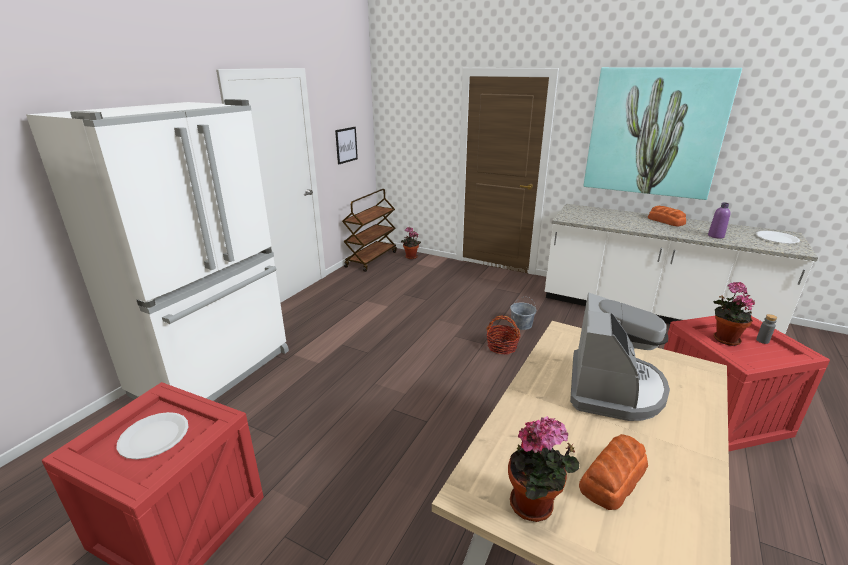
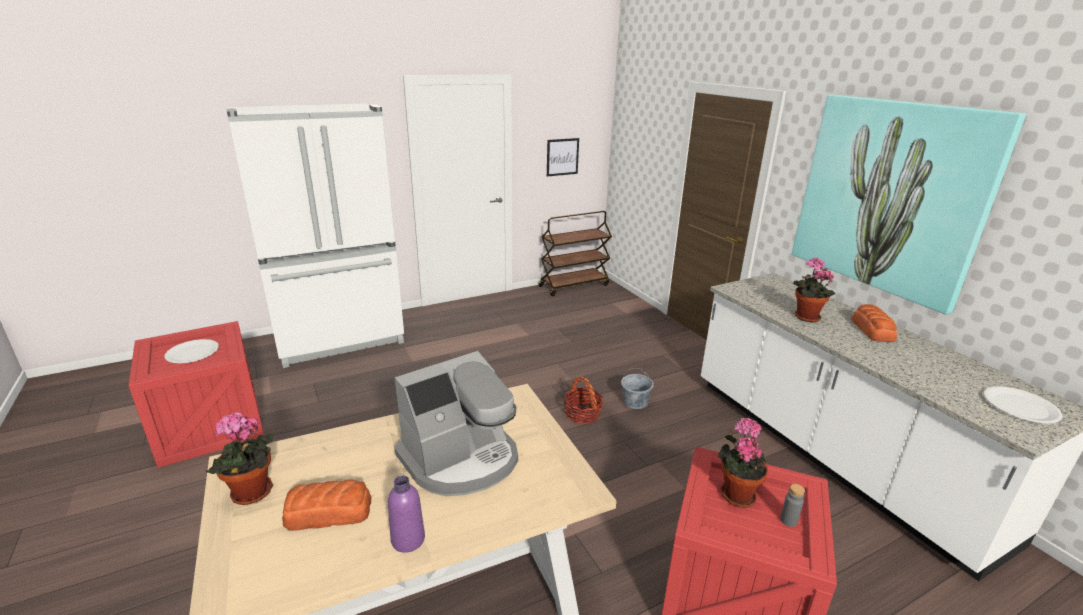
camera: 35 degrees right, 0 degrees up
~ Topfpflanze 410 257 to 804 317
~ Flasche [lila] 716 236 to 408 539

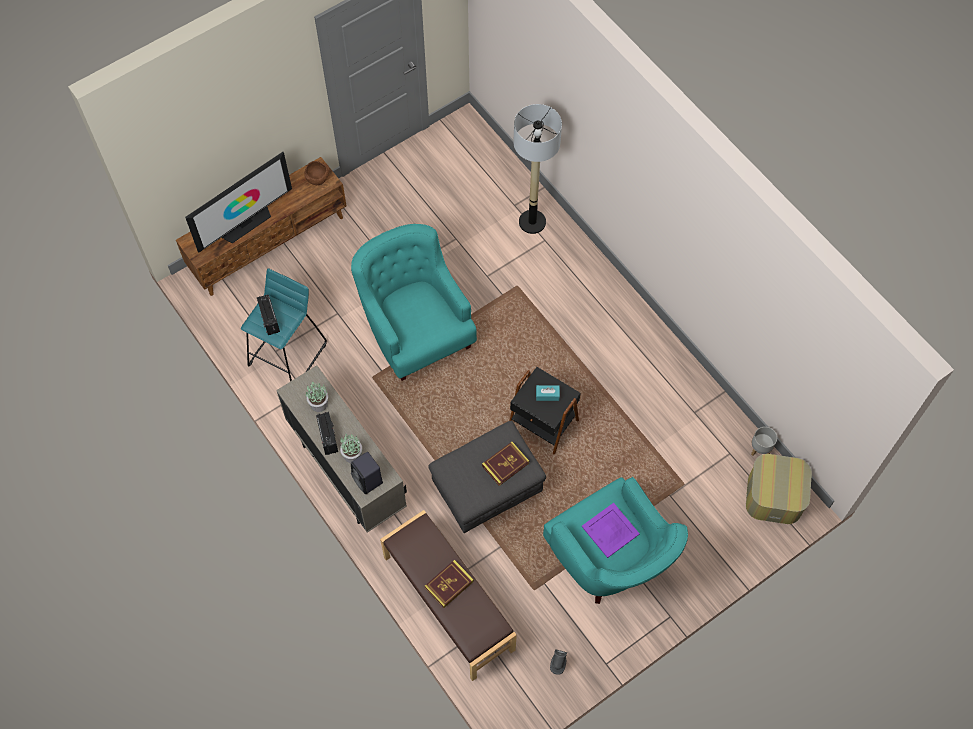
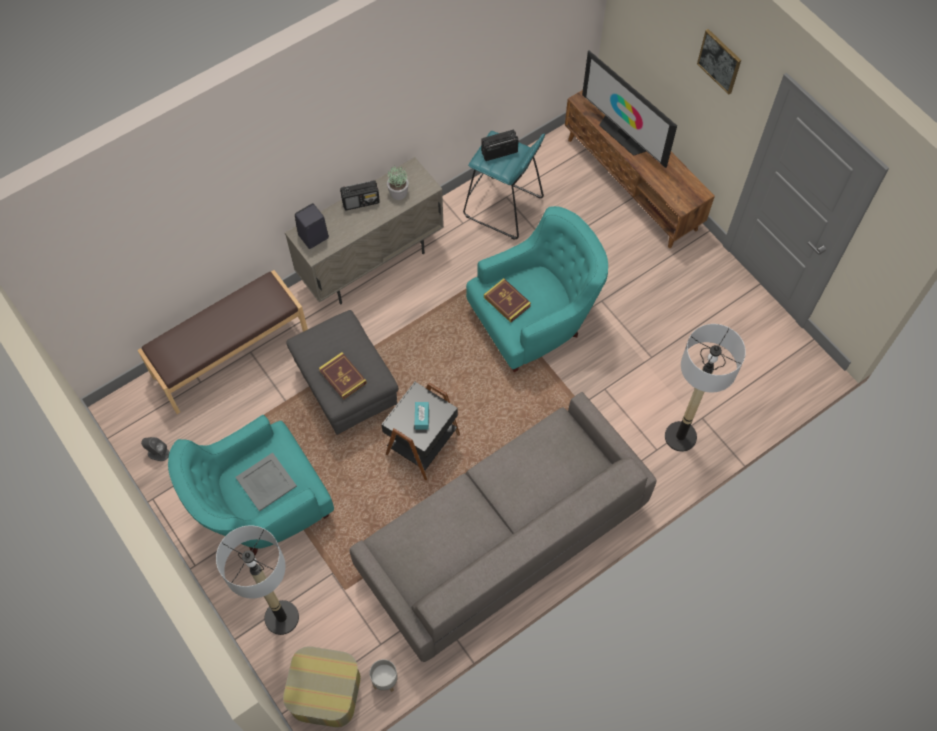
camera: 90 degrees right, 0 degrees up
- Schüssel [braun] 318 179
- Topfpflanze 352 455
~ Buch 449 584 to 507 301
~ Tablett [lila] 610 531 to Tablett [grau] 265 482
+ Stehlampe 281 618
+ Sofa [grau] 500 538
+ Bild 719 61

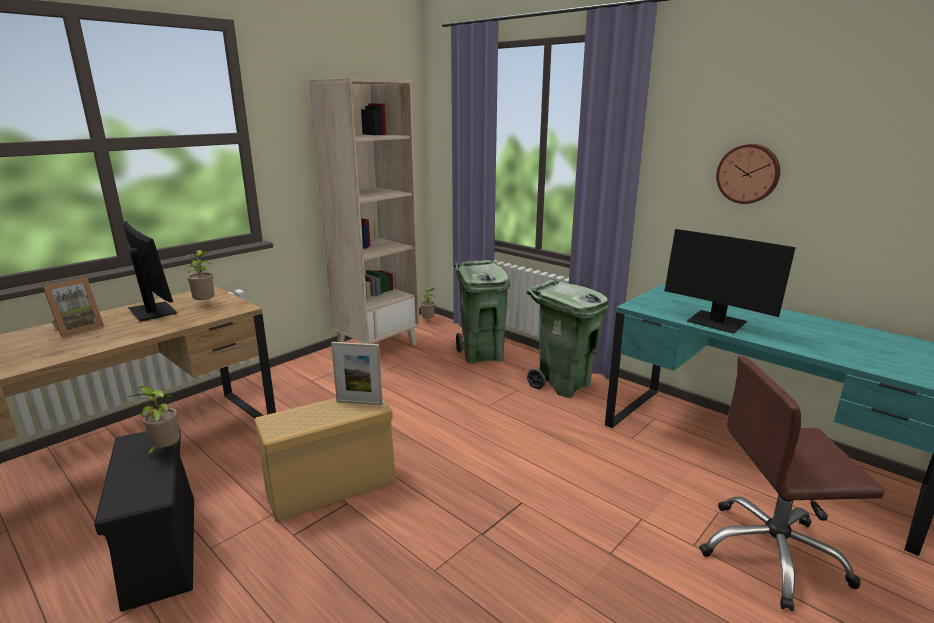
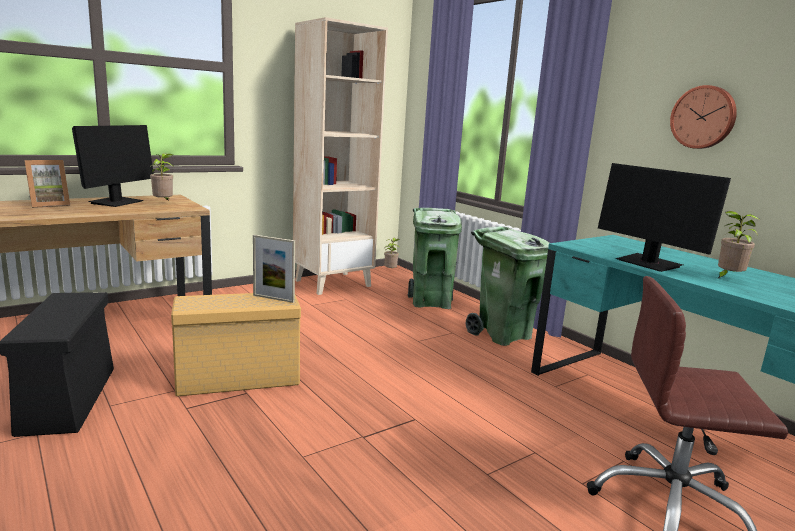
camera: 10 degrees right, 5 degrees down
~ Monitor 153 312 = 116 202 45 degrees clockwise
~ Topfpflanze 165 451 to 727 278

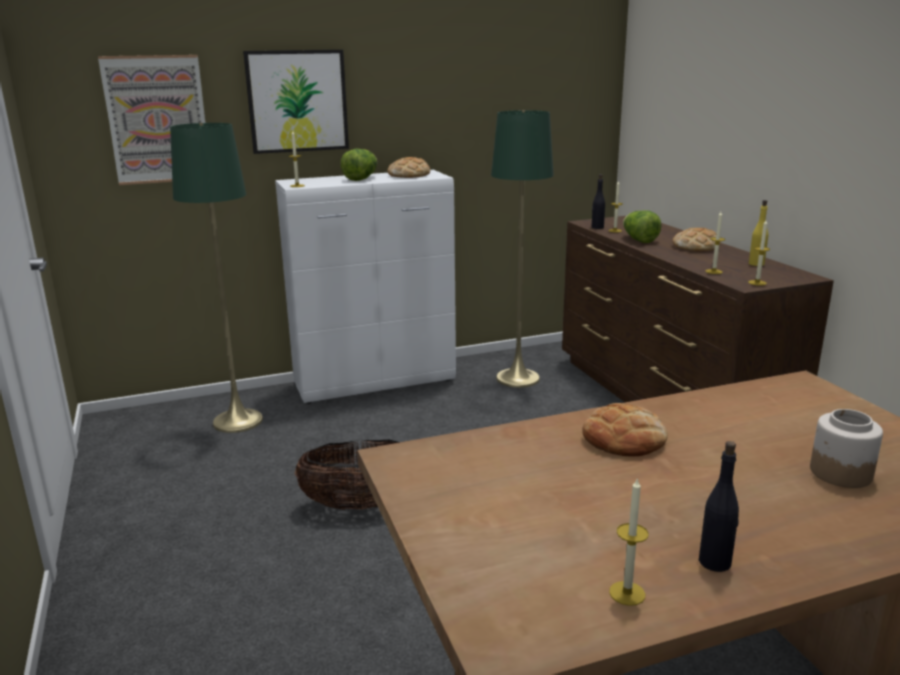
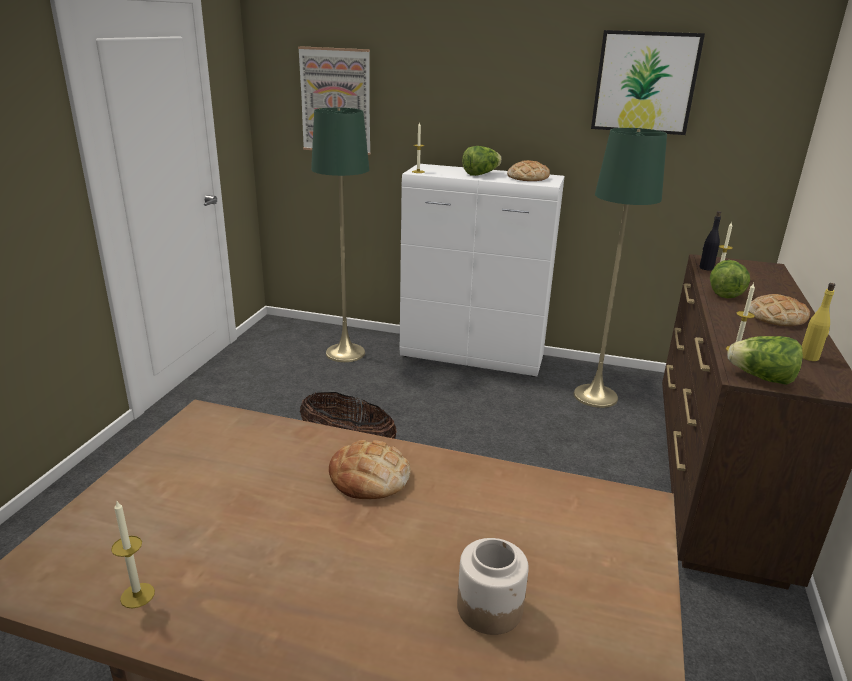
camera: 35 degrees right, 5 degrees up
~ Bild 297 101 to 645 82
- Flasche [schwarz] 715 562
~ Kerze 757 283 to Salatkopf 761 378

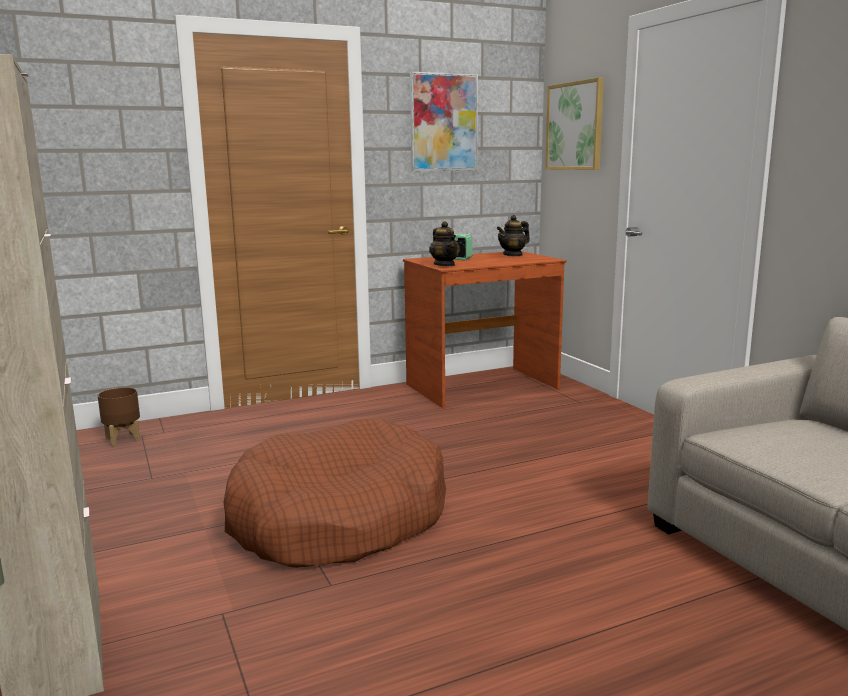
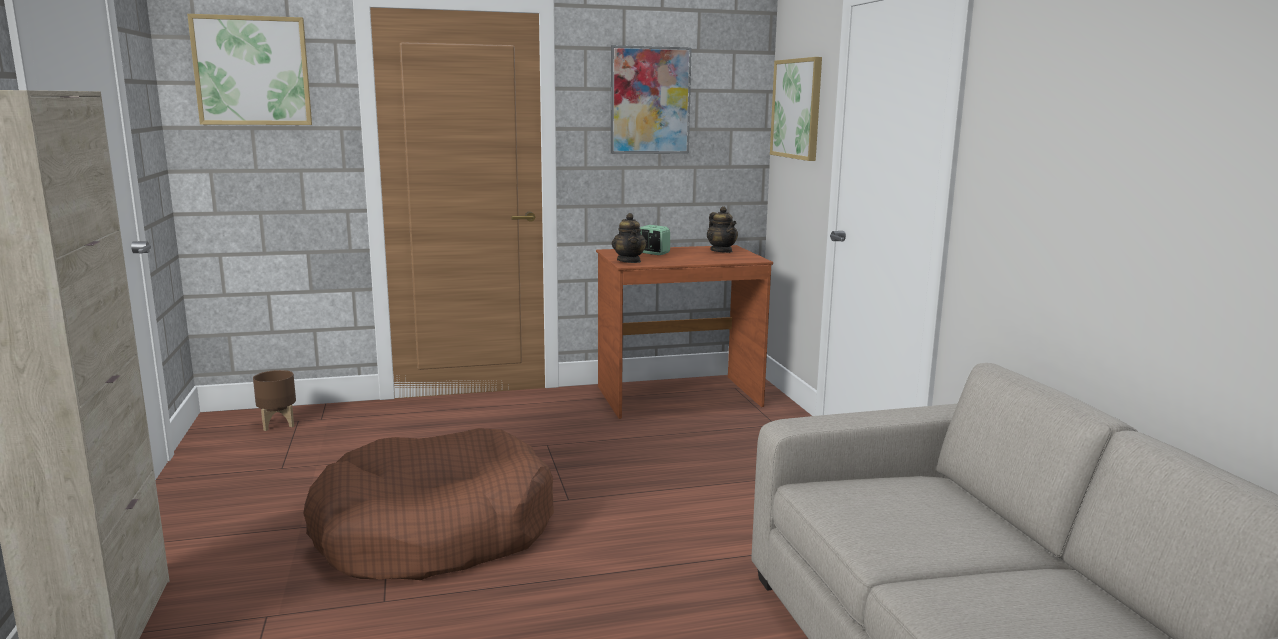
camera: 10 degrees right, 0 degrees up
~ Teekanne 513 255 = 721 251 90 degrees counterclockwise
+ Bild 252 71

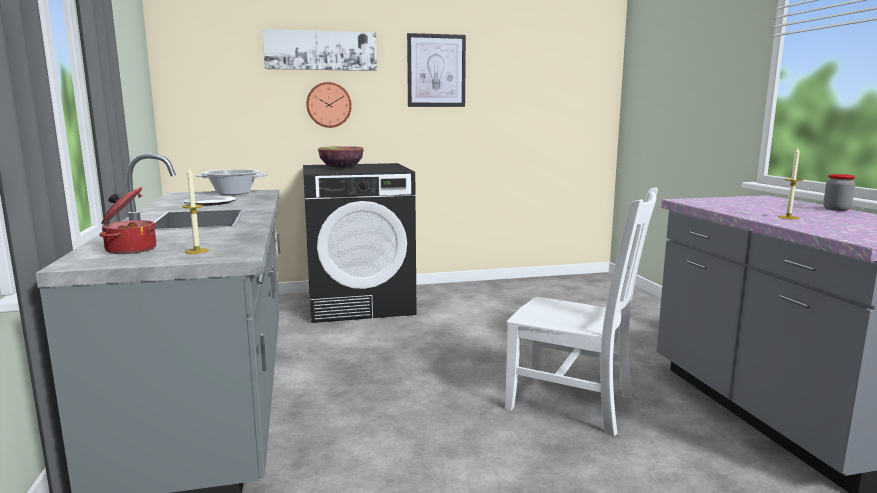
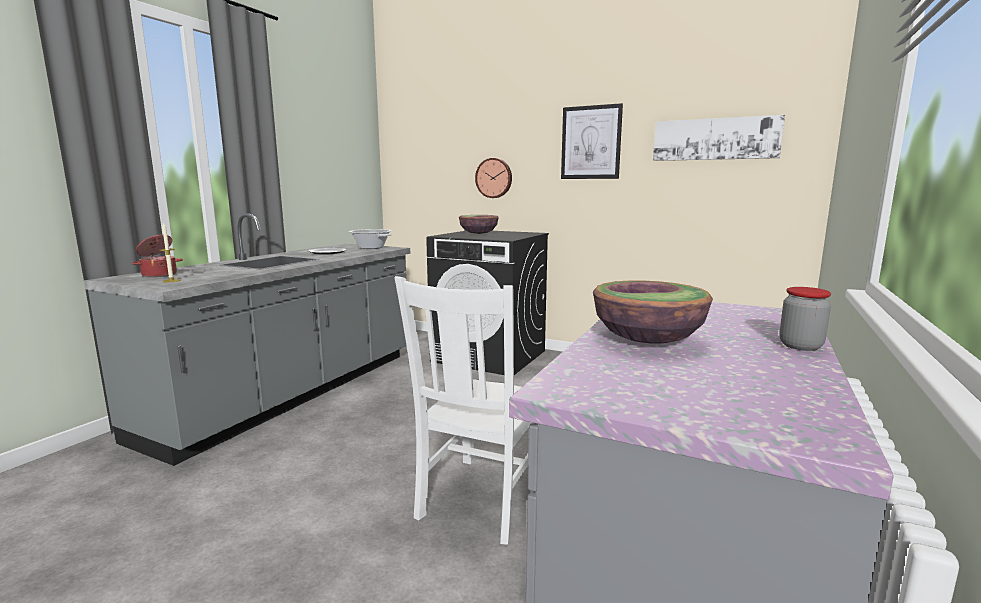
camera: 40 degrees right, 0 degrees up
~ Bild 321 50 to 715 139
~ Stuhl [weiß] 574 403 = 481 499 45 degrees clockwise
~ Kerze 788 217 to Schüssel 648 340

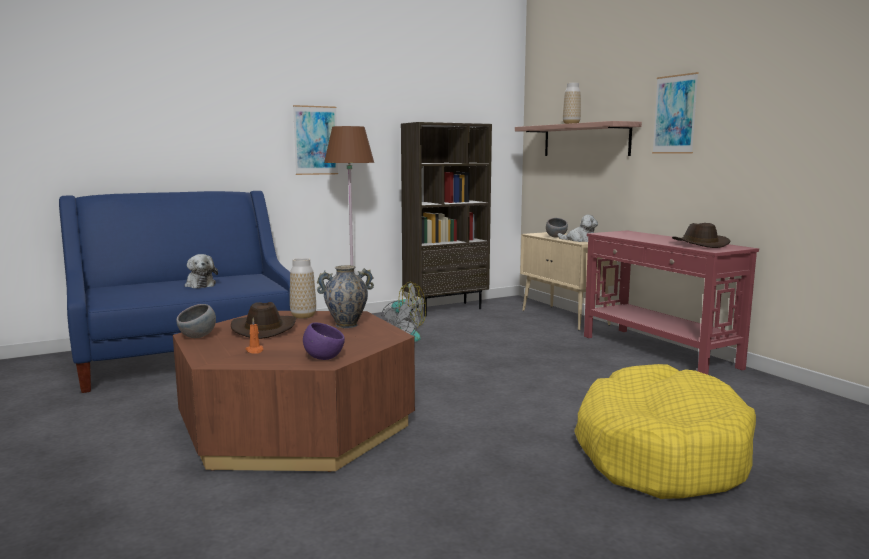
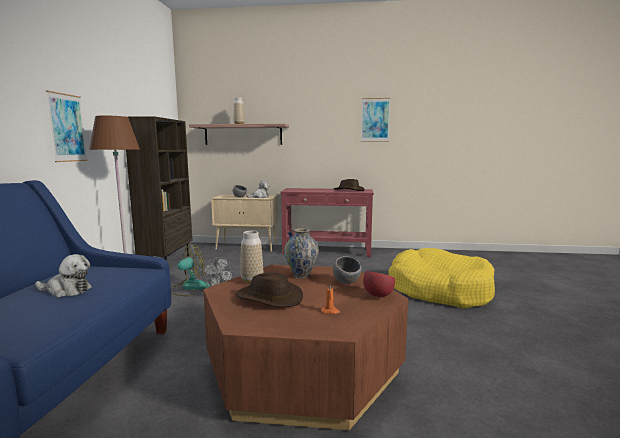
camera: 55 degrees left, 0 degrees up
~ Schüssel [grau] 198 337 to 346 282
~ Schüssel [lila] 323 358 to Schüssel [rot] 378 295
~ Bild 675 114 to 375 120

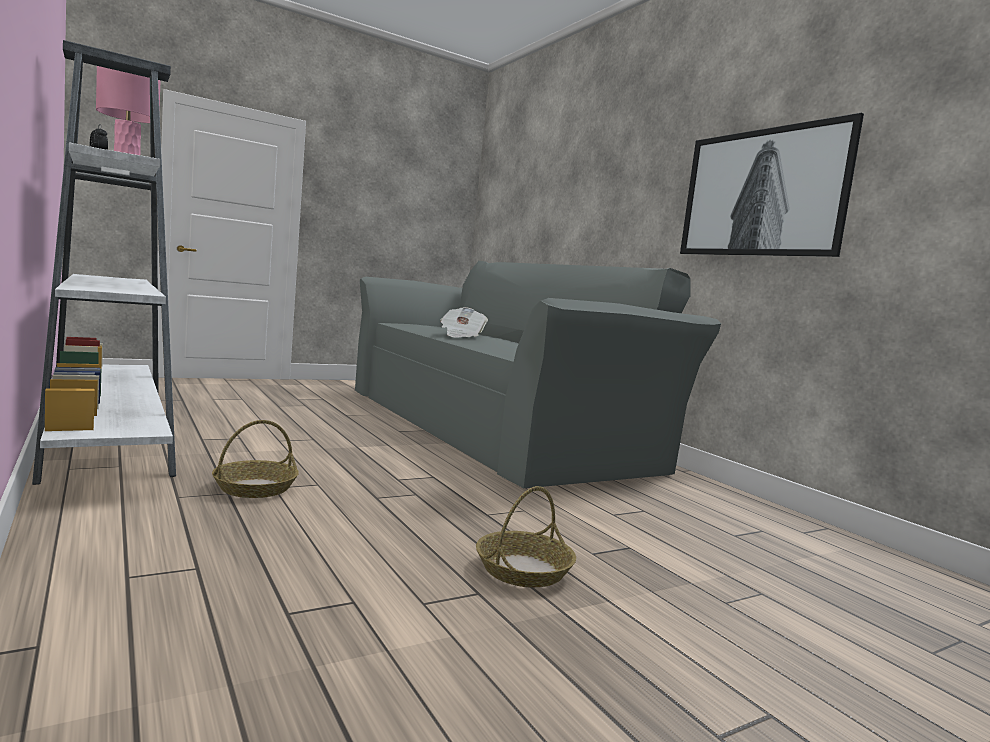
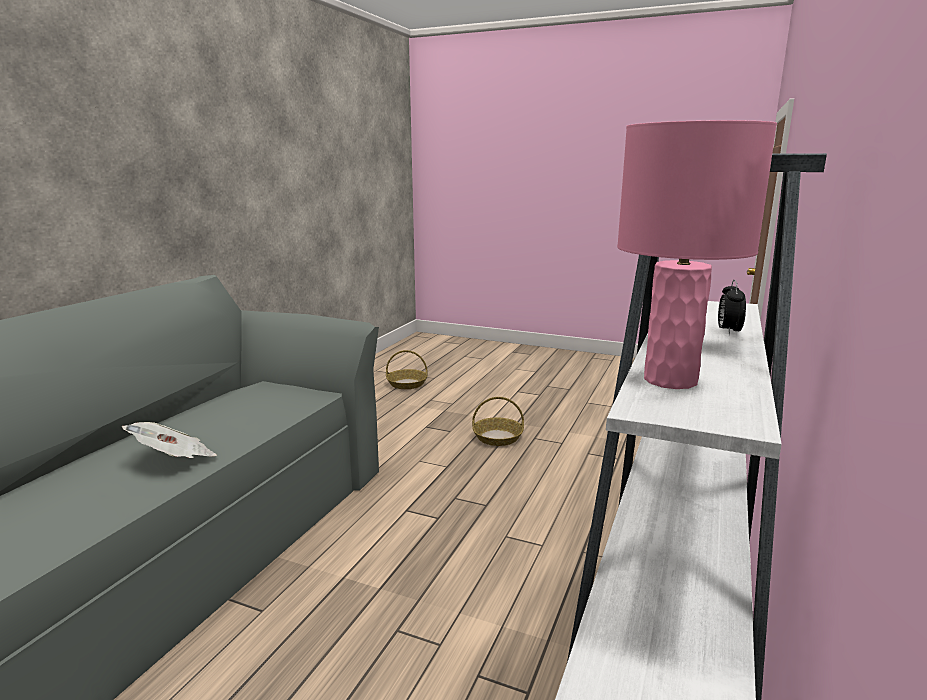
camera: 125 degrees left, 10 degrees up
~ Korb 255 488 to 406 384
- Bild 763 193

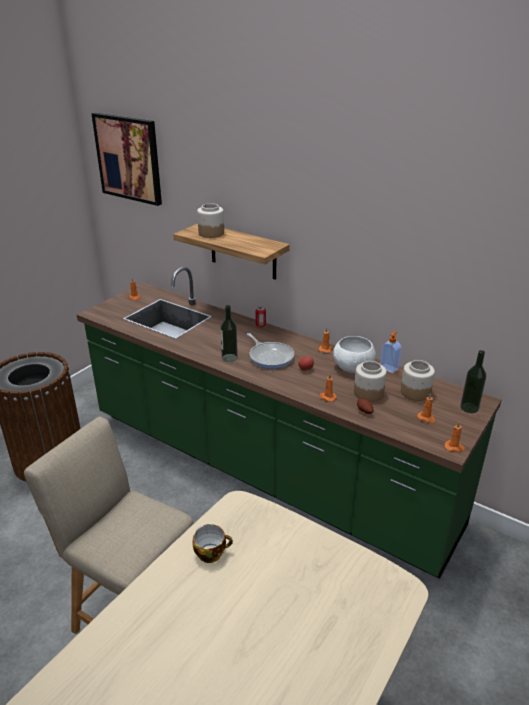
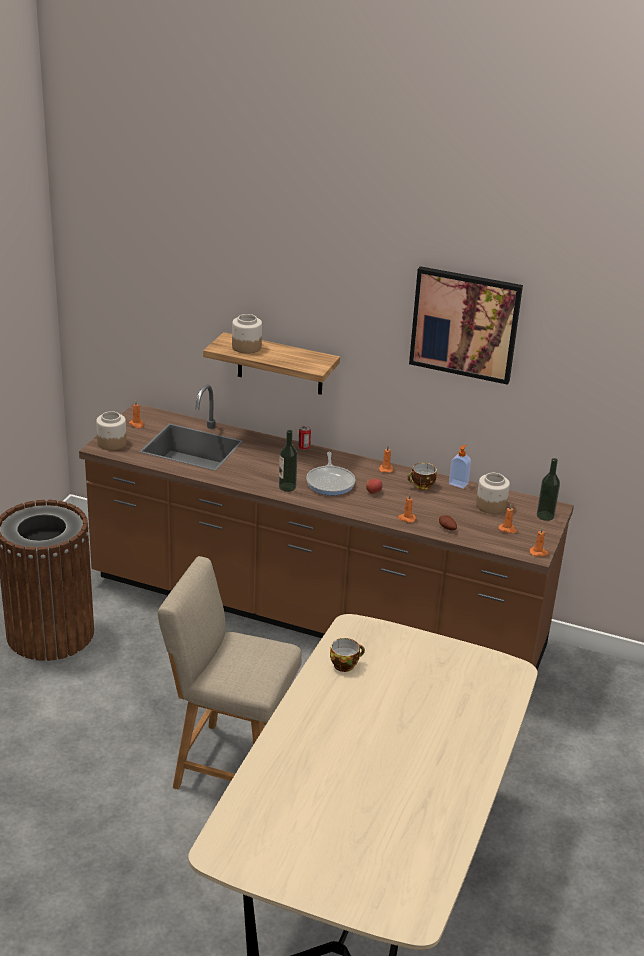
camera: 15 degrees left, 0 degrees up
~ Küchenzeile [grün] 264 469 to Küchenzeile [braun] 314 615
~ Bild 129 158 to 465 324
~ Pfanne 270 357 = 330 482 45 degrees clockwise
~ Schüssel [weiß] 353 367 to Tasse 421 486
~ Vorratsglas 368 393 to 111 443

